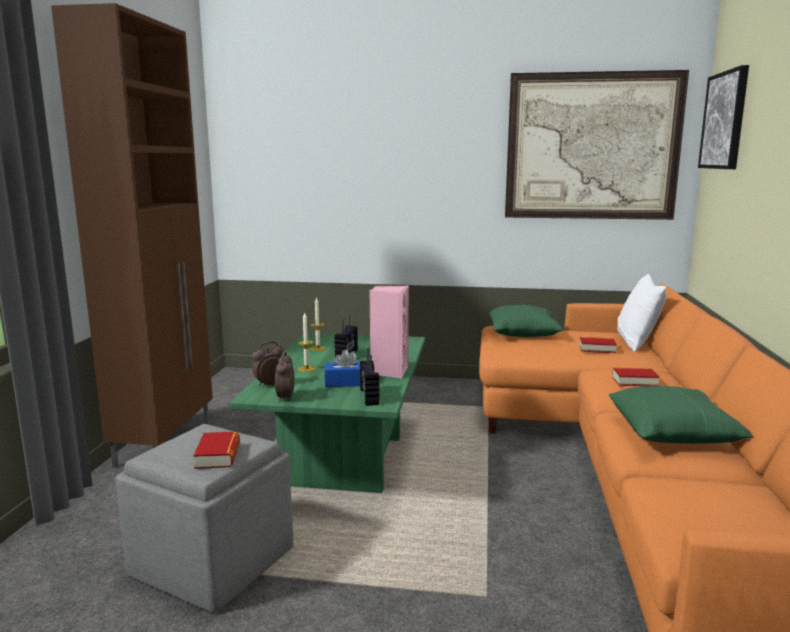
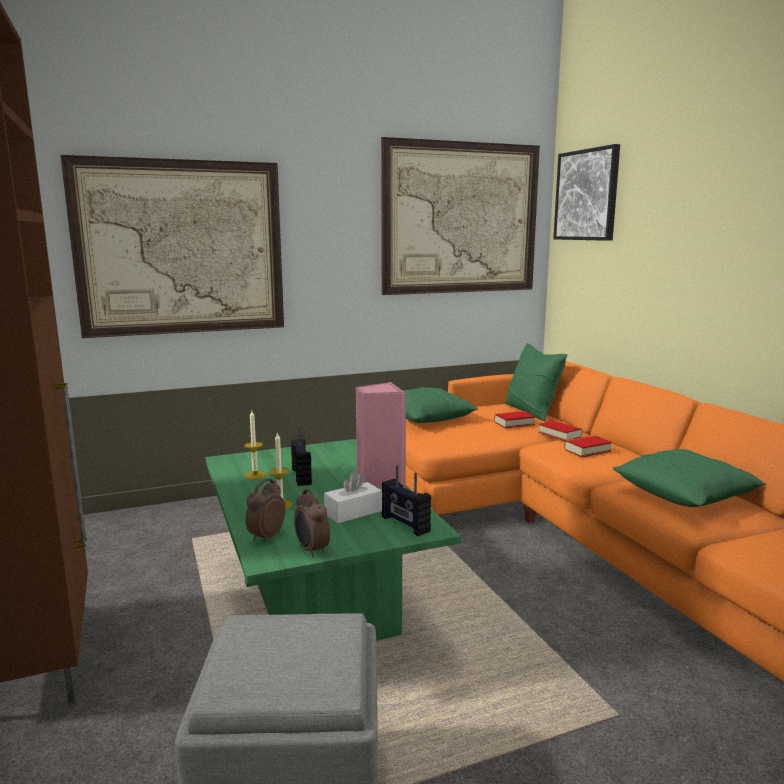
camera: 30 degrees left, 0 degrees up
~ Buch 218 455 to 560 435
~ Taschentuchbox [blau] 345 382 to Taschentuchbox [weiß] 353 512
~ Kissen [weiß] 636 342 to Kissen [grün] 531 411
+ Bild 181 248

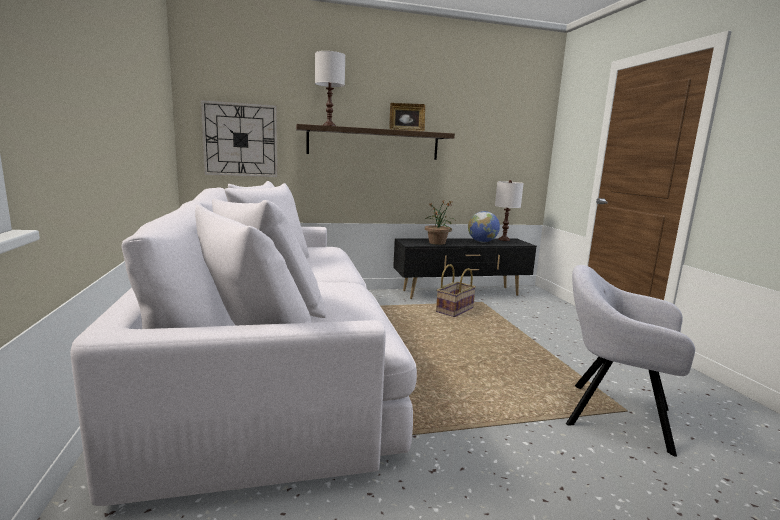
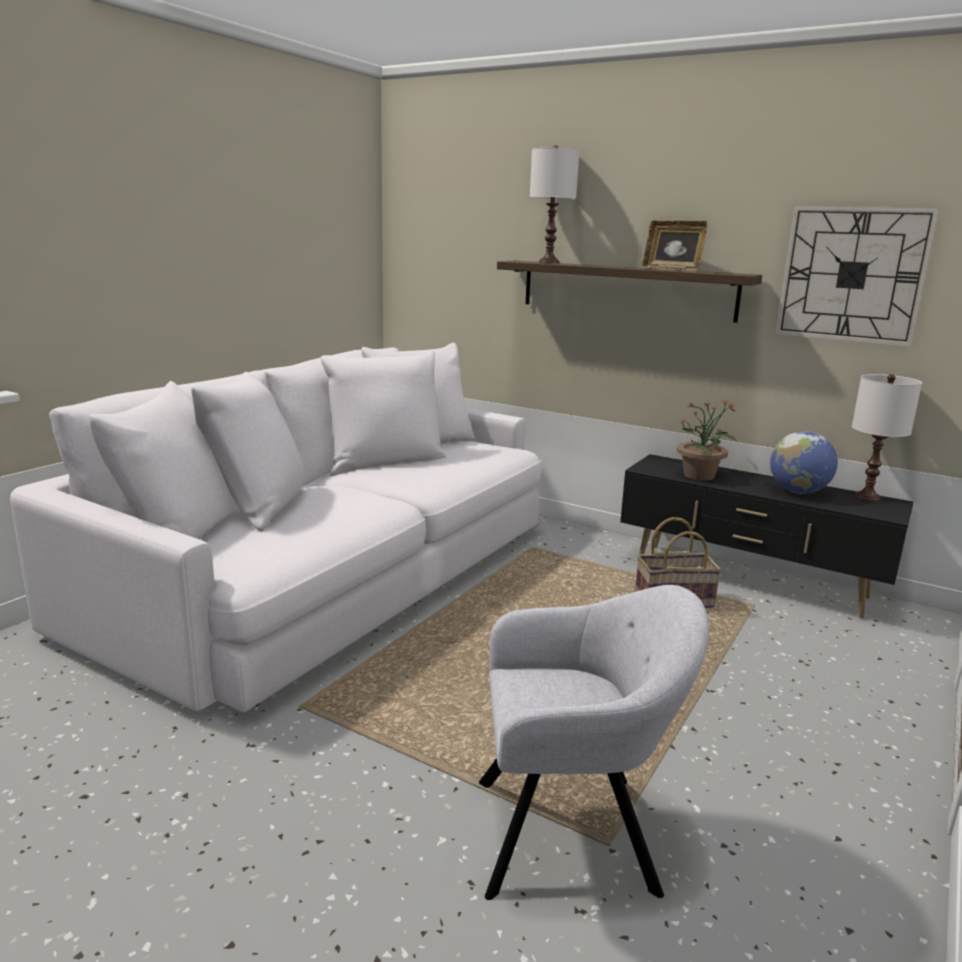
camera: 45 degrees right, 5 degrees up
~ Wanduhr 240 140 to 852 275
~ Sessel [grau] 612 414 = 573 834 105 degrees clockwise

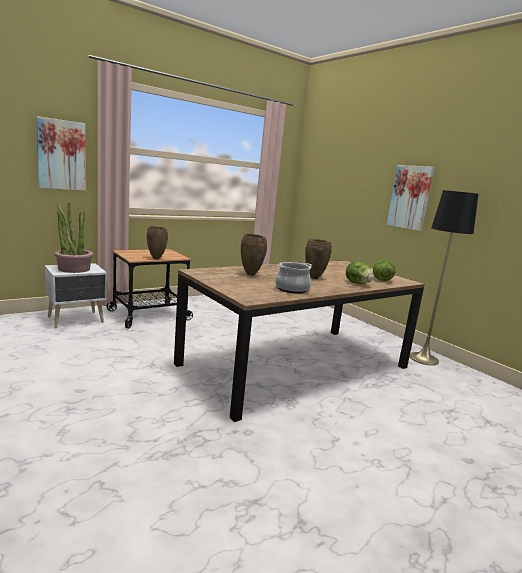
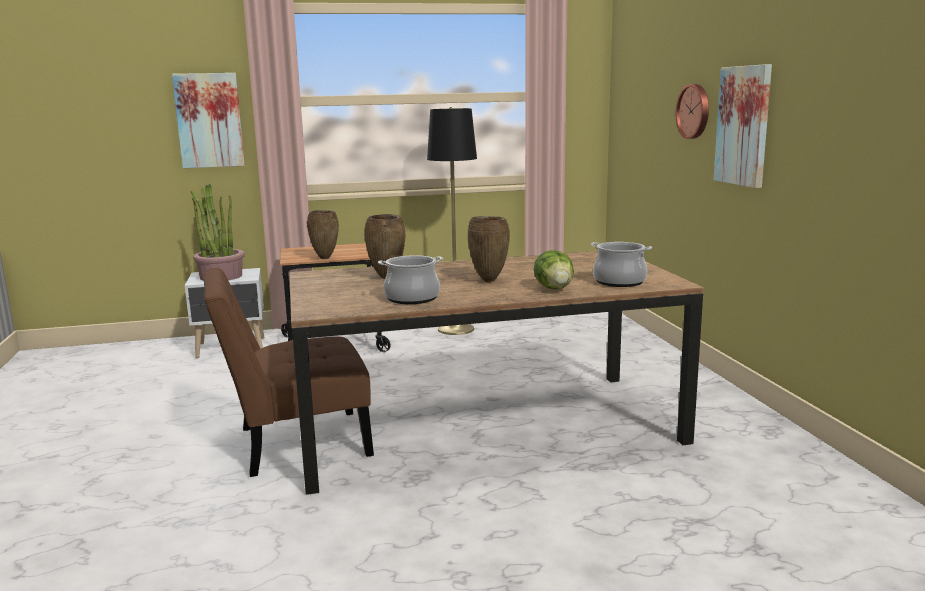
camera: 25 degrees right, 0 degrees up
~ Salatkopf 381 280 to Kochtopf 619 282
~ Stehlampe [schwarz] 423 359 to 456 329
+ Stuhl [braun] 295 443
+ Wanduhr 694 111

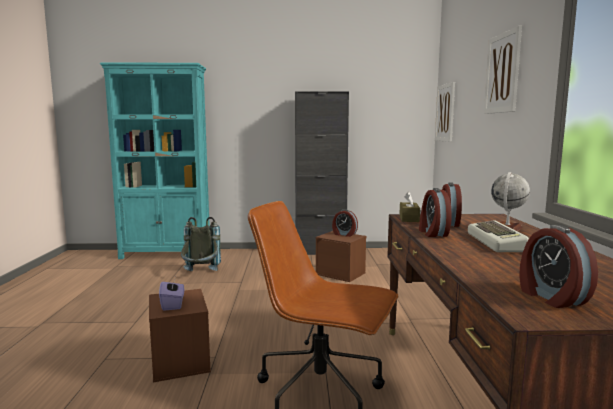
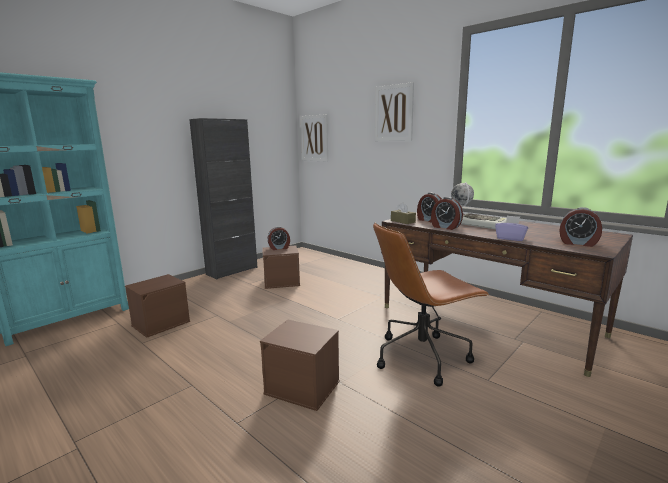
camera: 45 degrees left, 5 degrees up
~ Taschentuchbox [lila] 172 304 to 510 238
~ Rucksack [grau] 201 274 to Aufbewahrungsbox [braun] 161 323

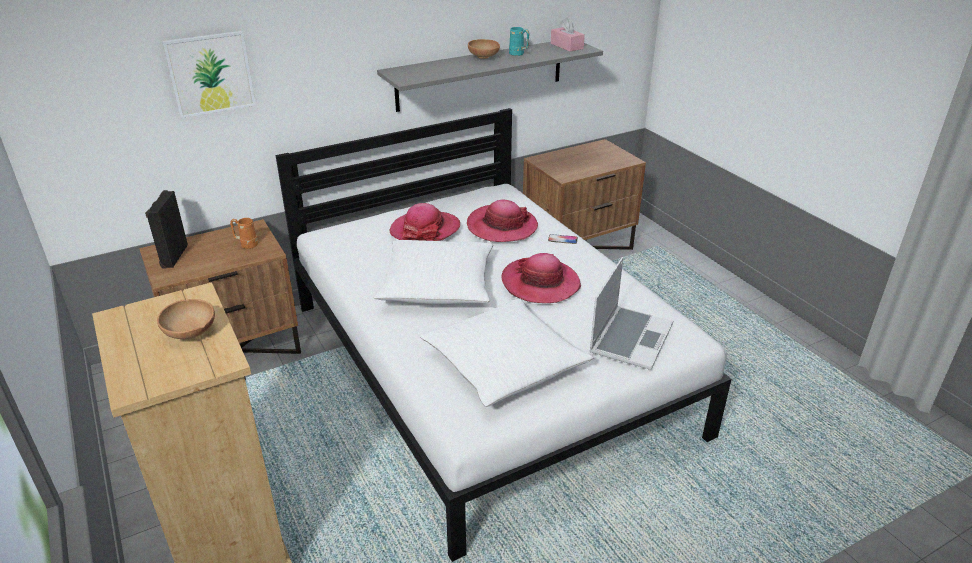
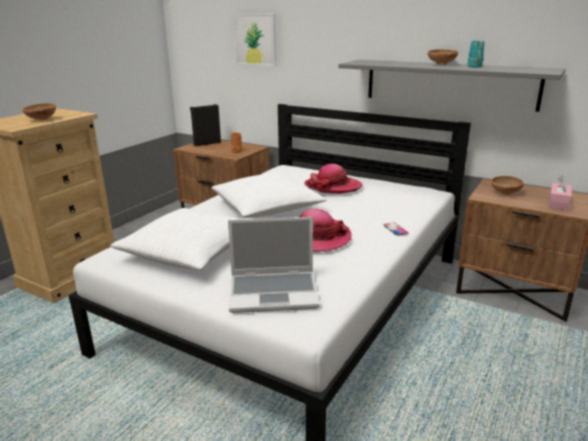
camera: 60 degrees right, 10 degrees down
- Hut 502 226
~ Taschentuchbox [rosa] 566 46 to 558 203
+ Schüssel [braun] 504 193

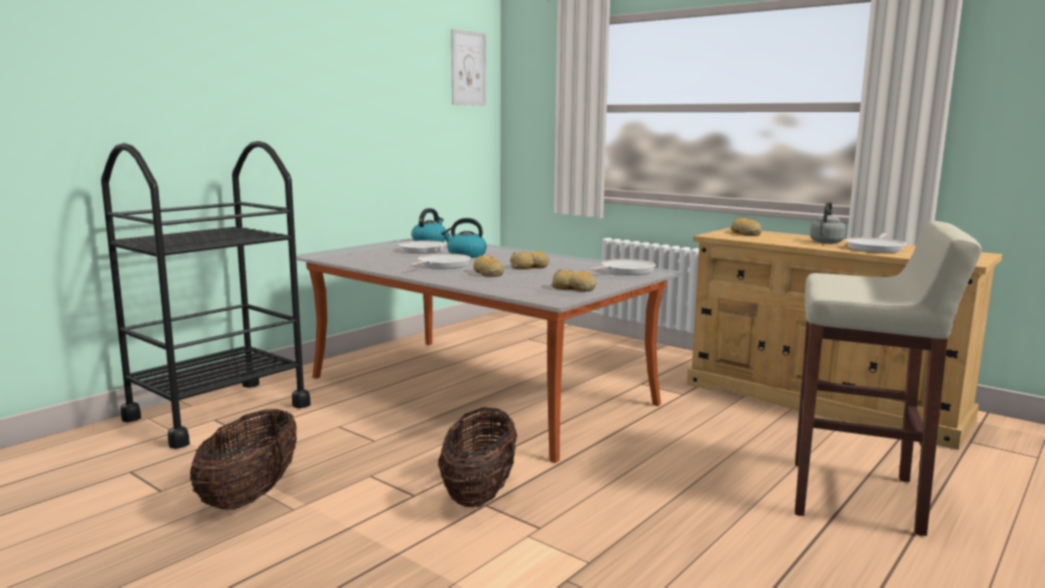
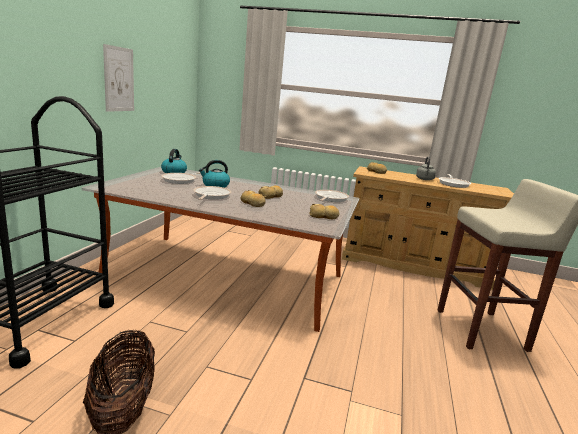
camera: 25 degrees left, 5 degrees up
- Korb 479 493
~ Bild 468 68 to 119 79

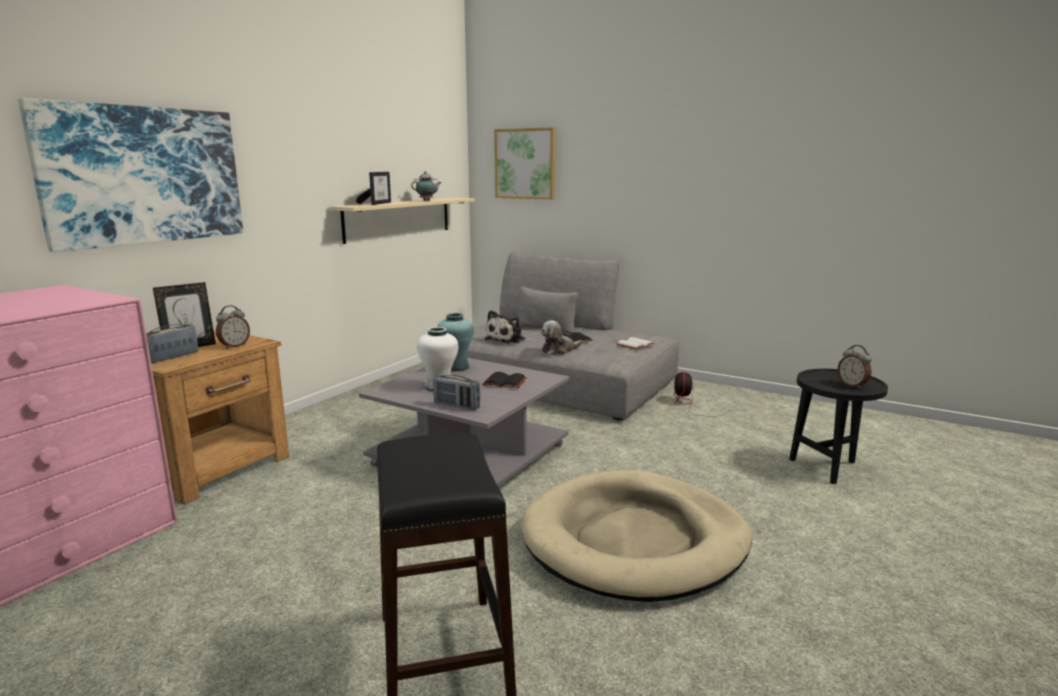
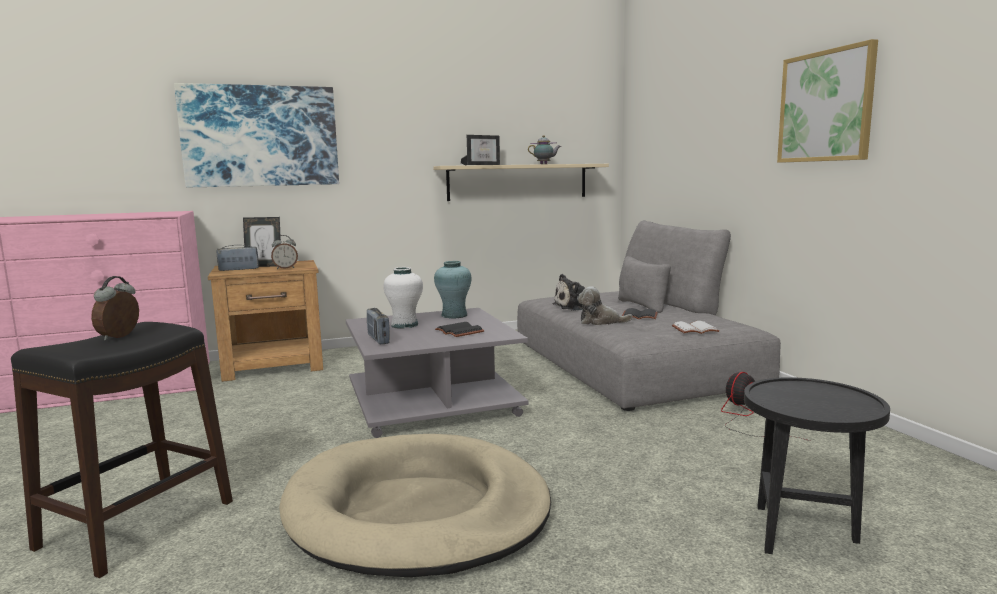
camera: 40 degrees right, 5 degrees down
~ Bild 525 164 to 826 106
~ Wecker 852 385 to 120 337

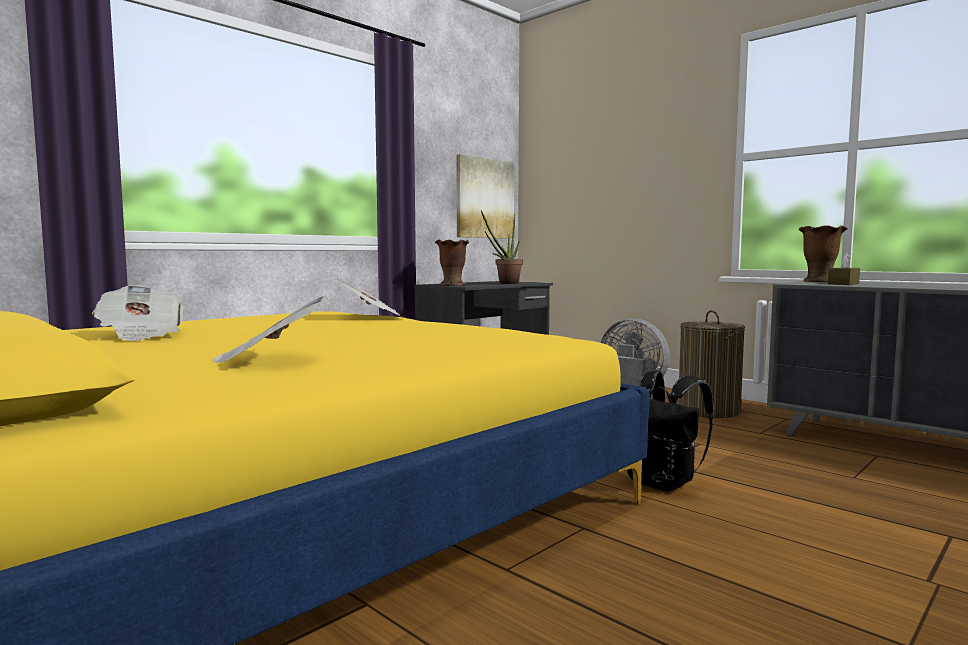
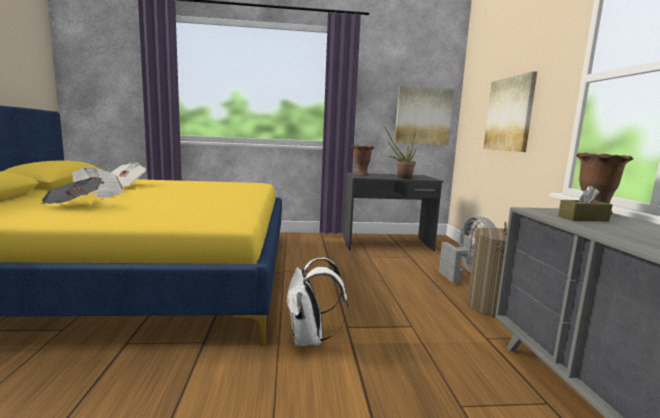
camera: 40 degrees right, 5 degrees up
~ Zeitung 372 317 to 99 195
~ Rucksack [schwarz] 662 483 to Rucksack [weiß] 310 339
+ Bild 509 114

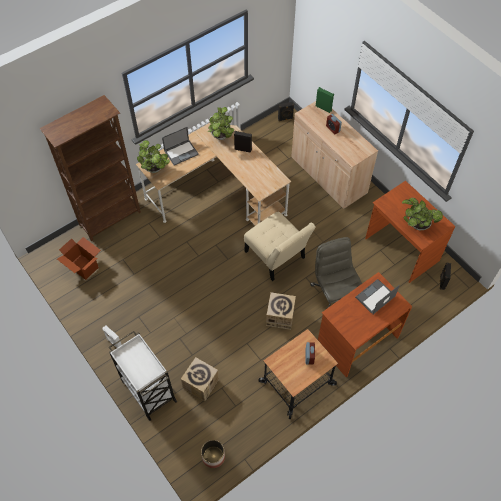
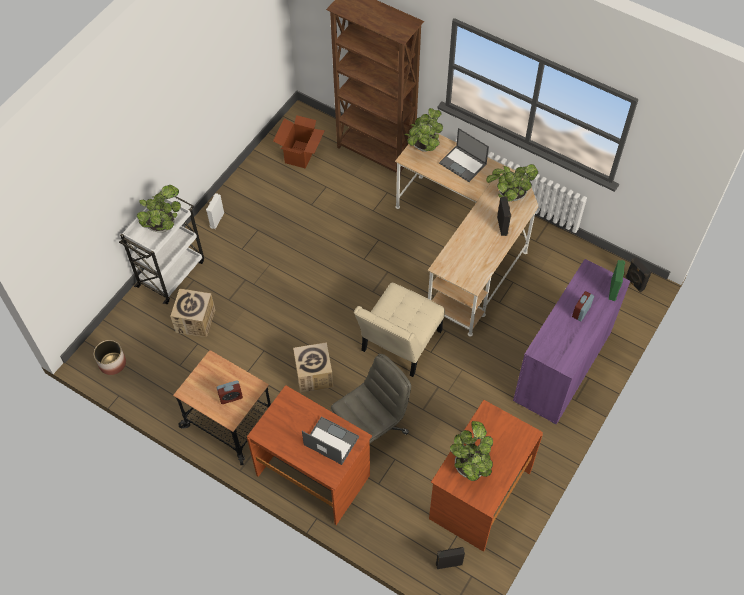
camera: 70 degrees right, 0 degrees up
~ Schrank [beige] 328 175 to Schrank [lila] 562 366
+ Topfpflanze 163 224

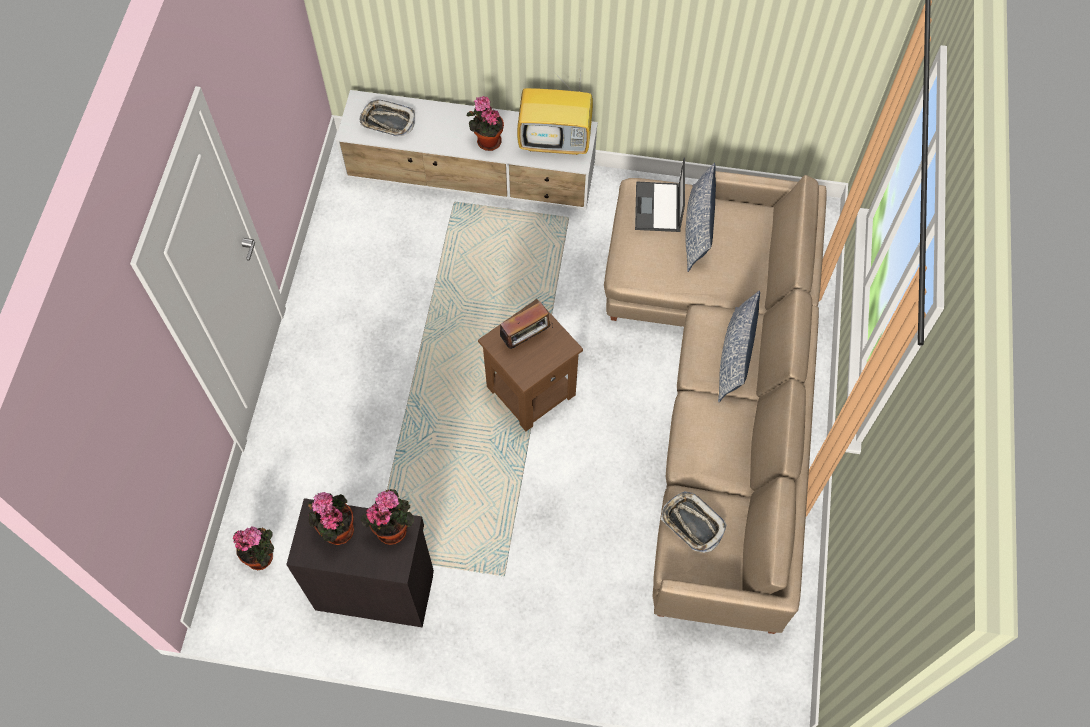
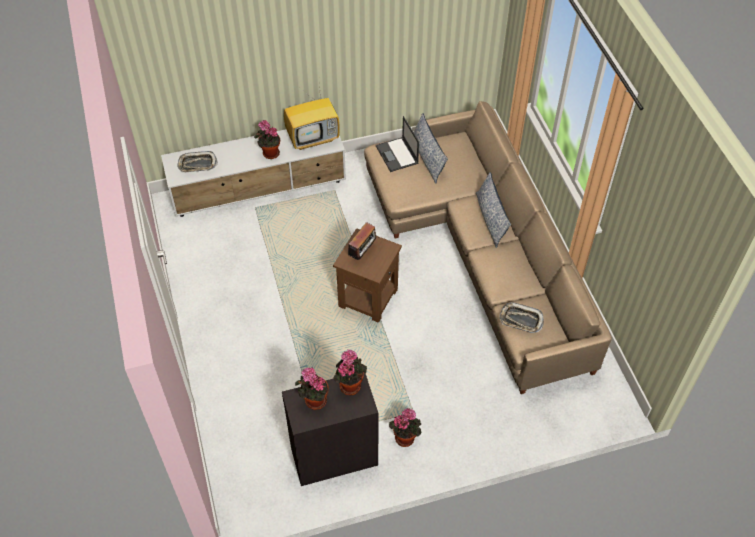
camera: 25 degrees left, 10 degrees down
~ Topfpflanze 262 556 to 406 437

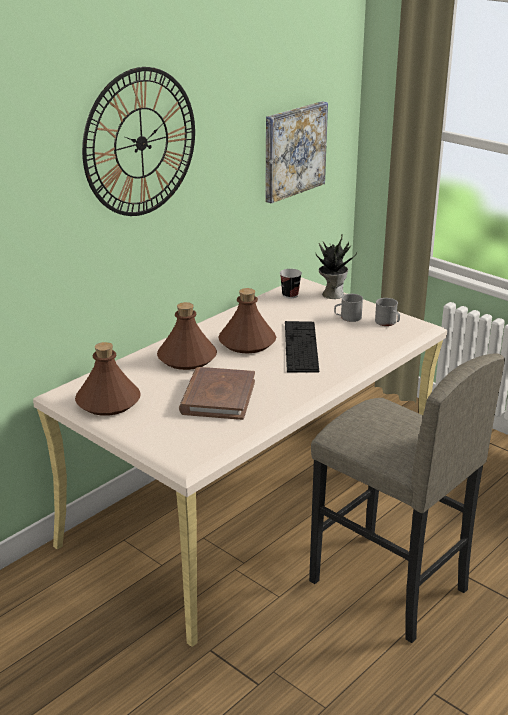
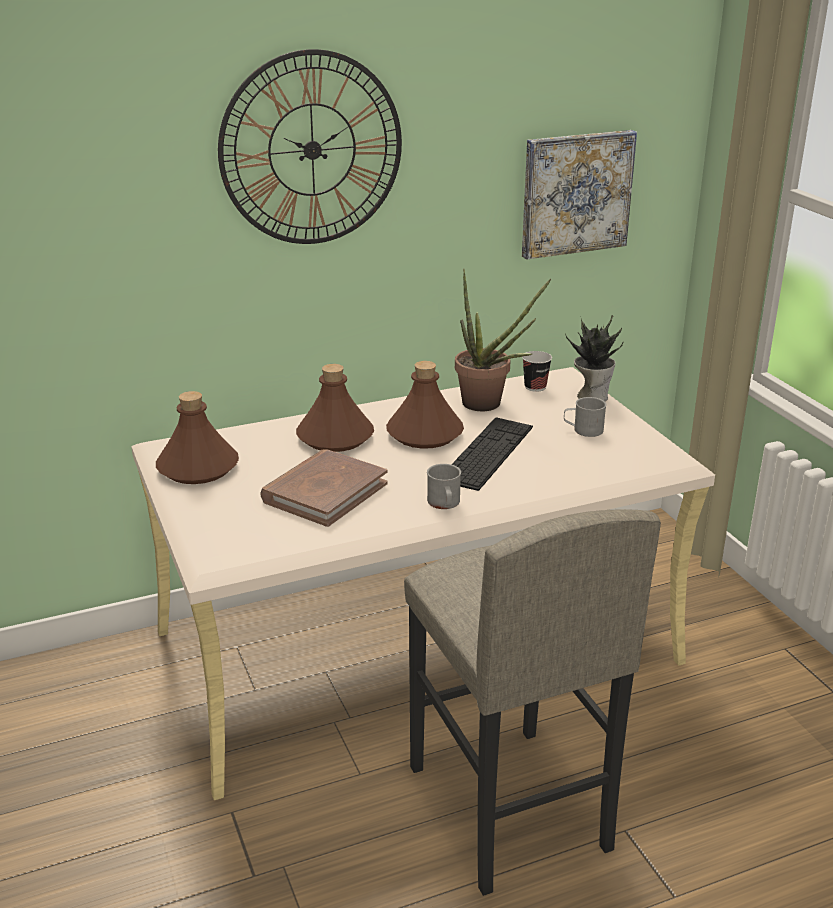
camera: 25 degrees right, 0 degrees up
~ Henkelbecher [grau] 388 323 to 444 504
+ Topfpflanze 489 405

